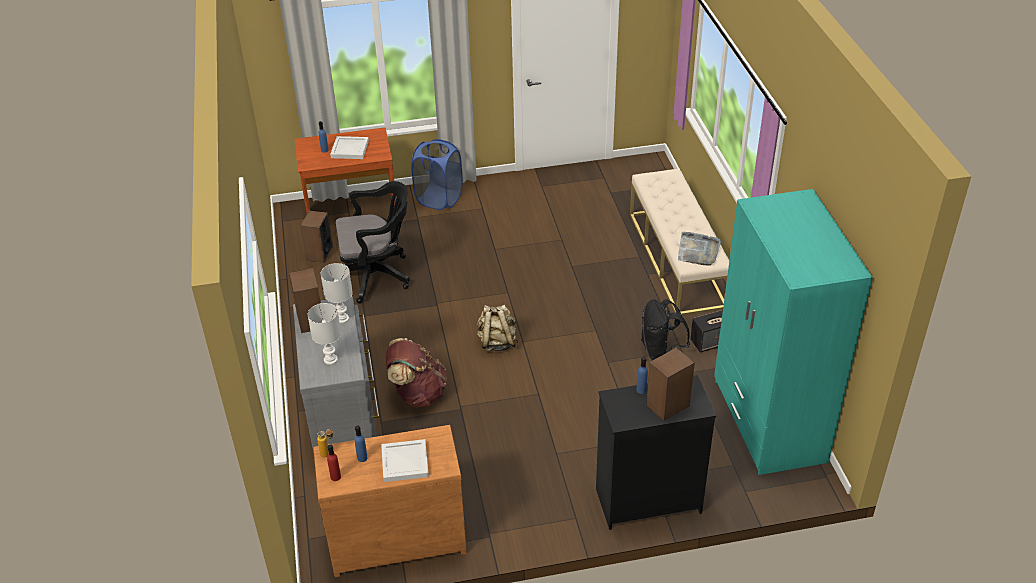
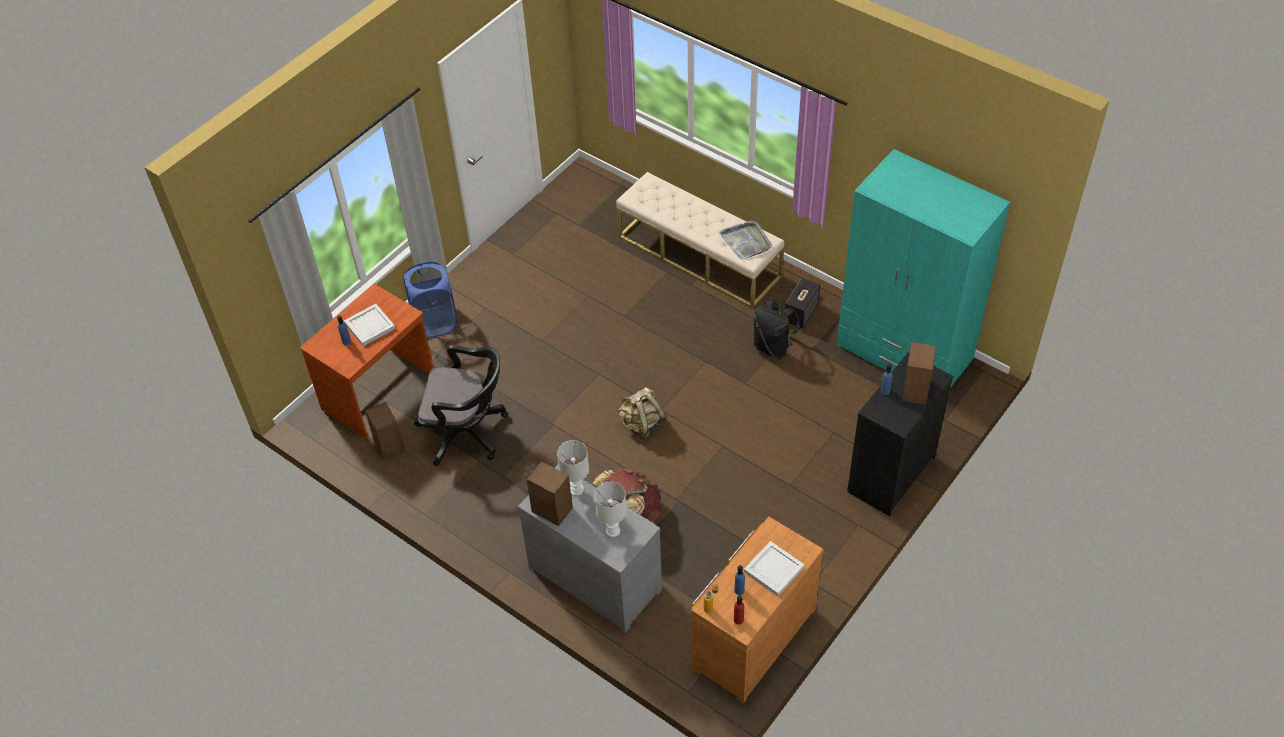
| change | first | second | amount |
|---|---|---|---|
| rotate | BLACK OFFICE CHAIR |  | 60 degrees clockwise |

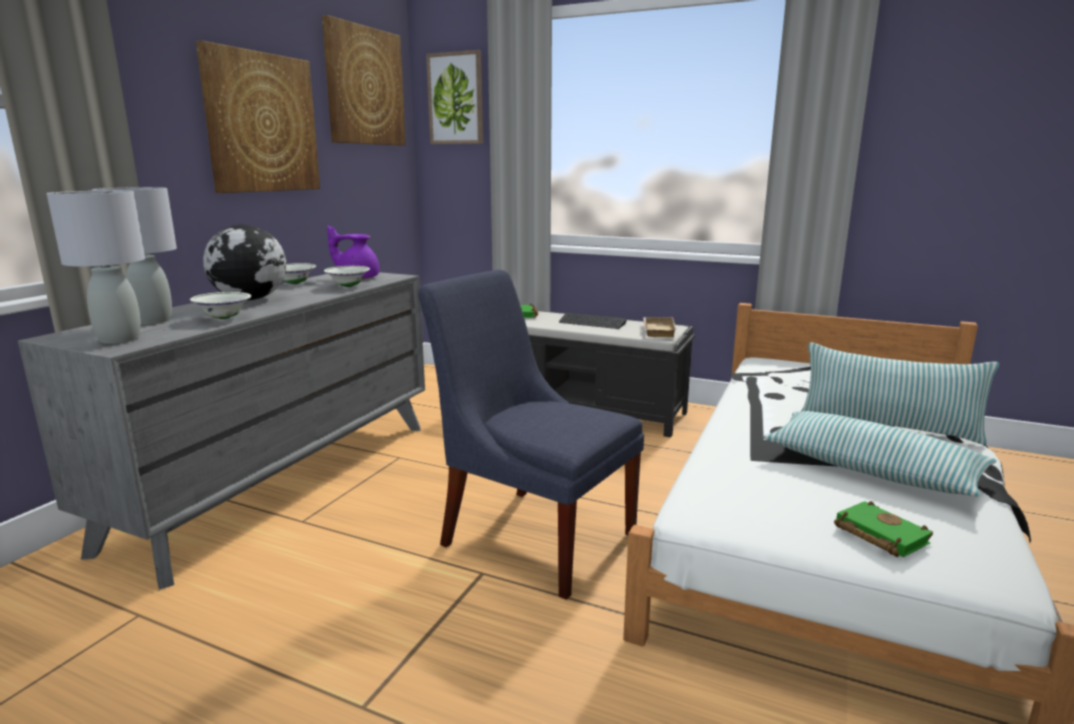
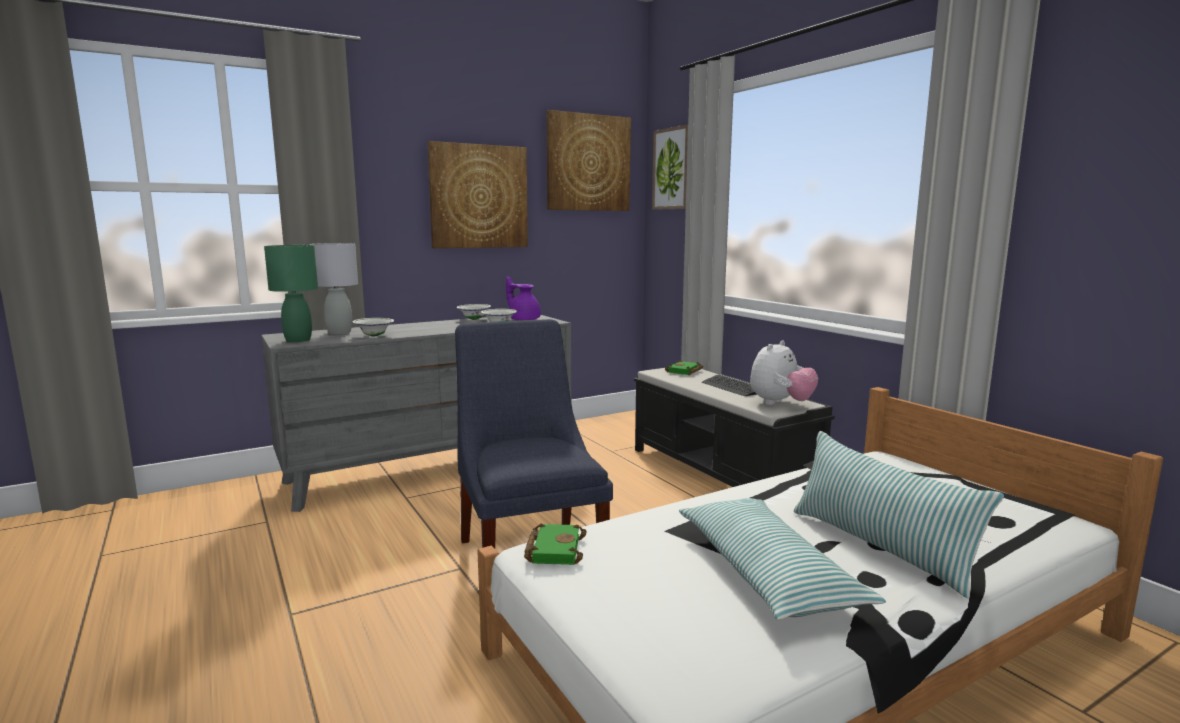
| change | first | second | amount |
|---|---|---|---|
| recolor | GRAY TABLETOP LAMP (1st from left) | GREEN-COLOURED TABLETOP LAMP |  |
| delete | WORLD GLOBE |  |  |
| replace | BEIGE-COLOURED SERVING TRAY | CUDDLY TOY |  |
| move | GREEN-COLOURED BOOK (2nd from left in the first image) | GREEN-COLOURED BOOK (1st from left) |  |

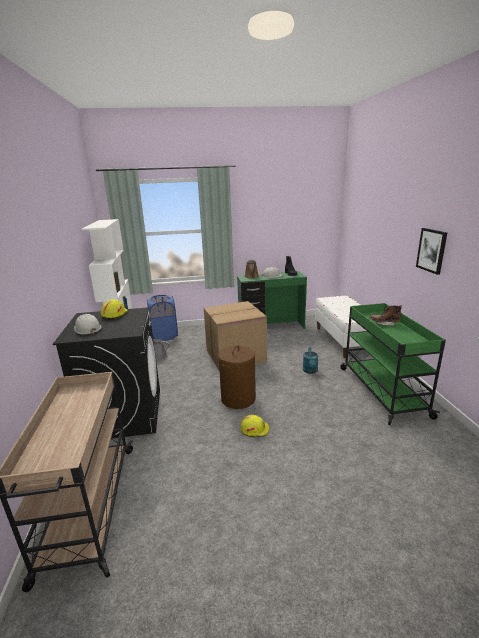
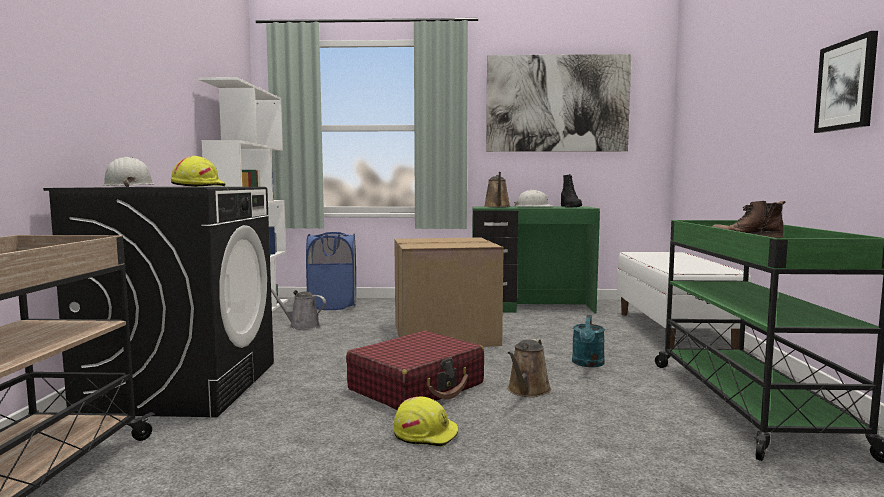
| change | first | second | amount |
|---|---|---|---|
| replace | BROWN LAUNDRY BASKET | RED-COLOURED TRAVEL CASE |  |
| insert |  | WALL PICTURE (1st from left) |  |
| insert |  | BROWN WATERING CAN (2nd from left) |  |

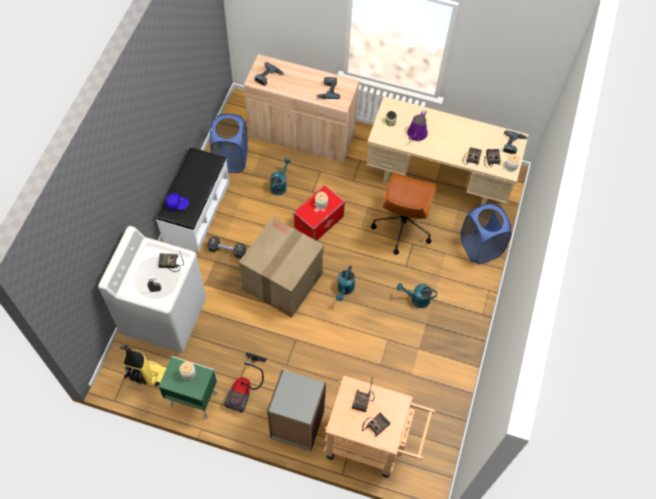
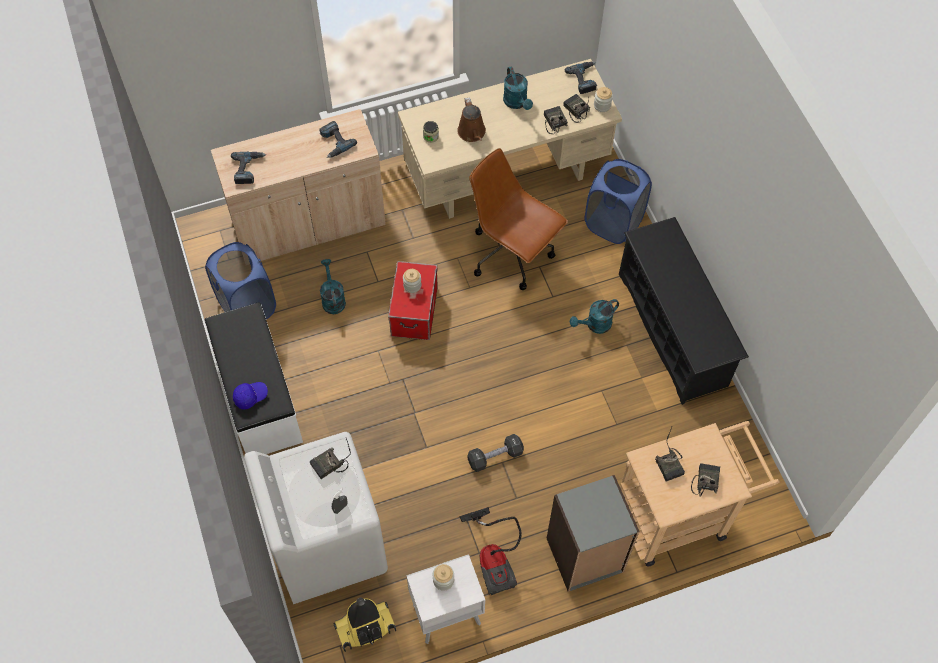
| change | first | second | amount |
|---|---|---|---|
| recolor | PURPLE-COLOURED WATERING CAN | BROWN WATERING CAN |  |
| rotate | BROWN OFFICE CHAIR |  | 150 degrees clockwise |
| delete | CARTON |  |  |
| move | BLACK DUMBBELL |  |  |
| move | TURQUOISE WATERING CAN (2nd from left) |  |  |
| recolor | GREEN-COLOURED NIGHTSTAND | WHITE NIGHTSTAND |  |
| insert |  | BLACK SHOE STAND |  |

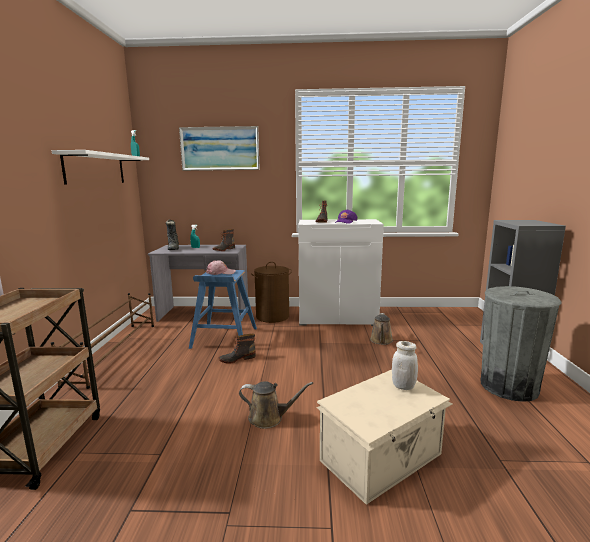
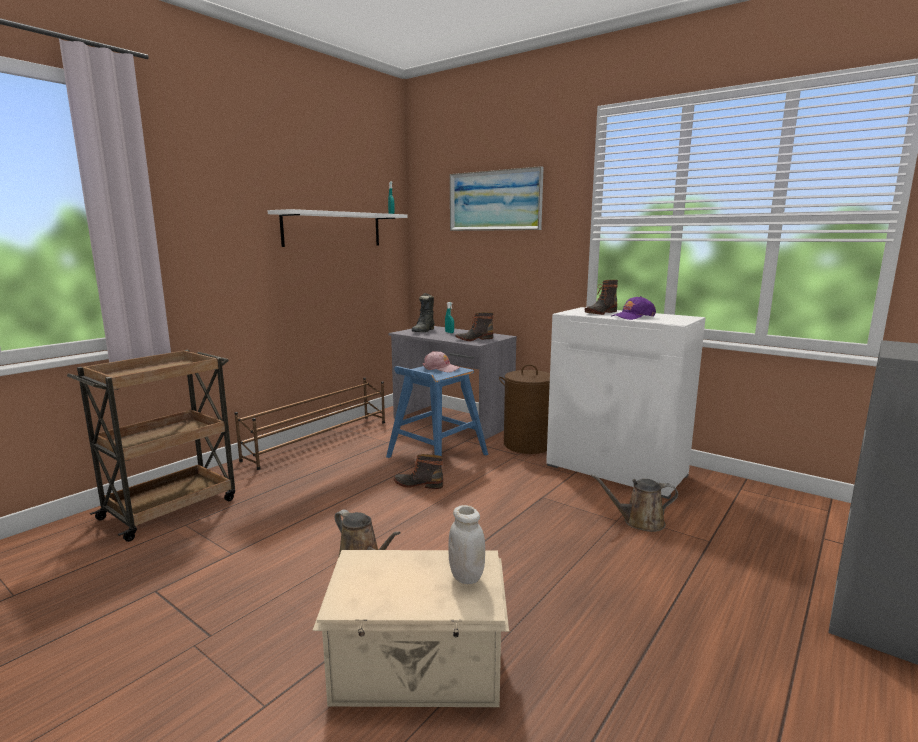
| change | first | second | amount |
|---|---|---|---|
| delete | GRAY TRASH CAN |  |  |
| rotate | BROWN WATERING CAN (2nd from left) |  | 45 degrees clockwise |

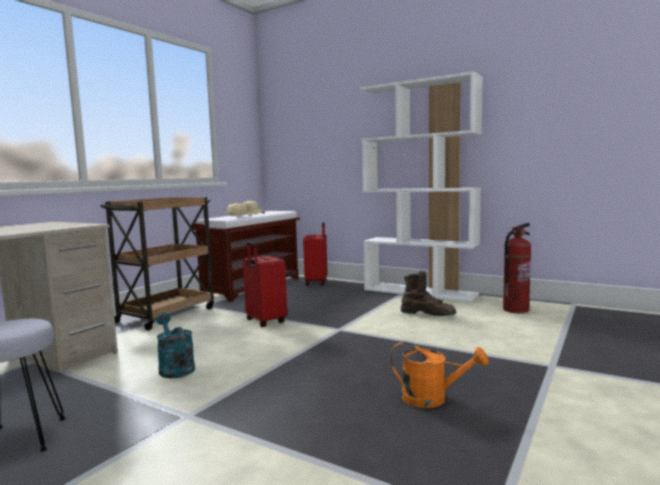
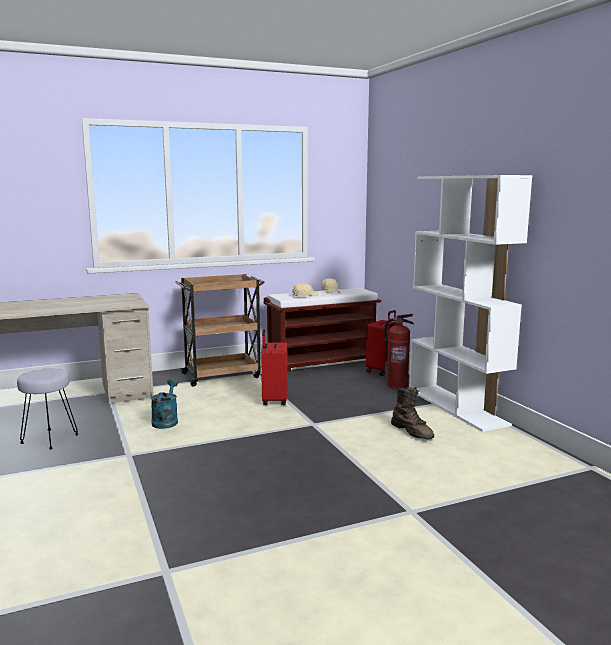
| change | first | second | amount |
|---|---|---|---|
| move | FIRE-FIGHTING CYLINDER |  |  |
| delete | ORANGEY WATERING CAN |  |  |

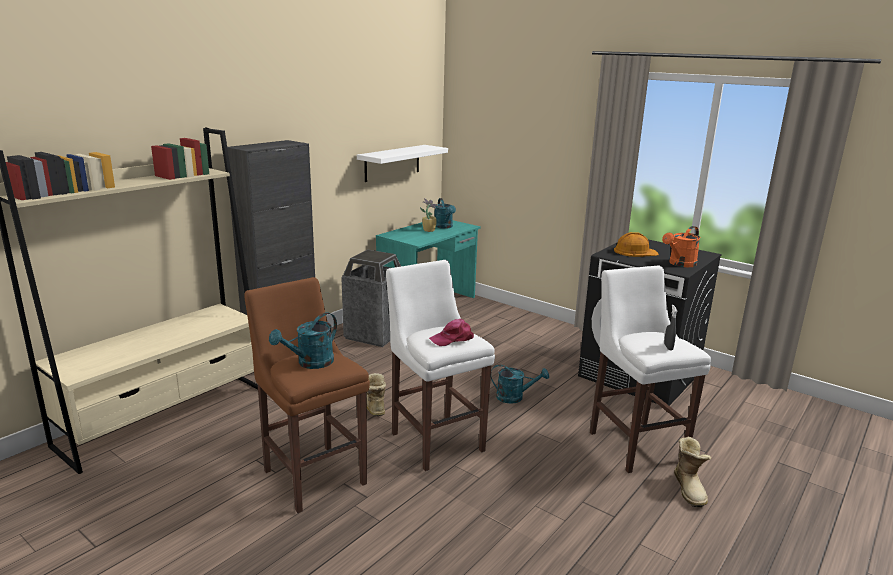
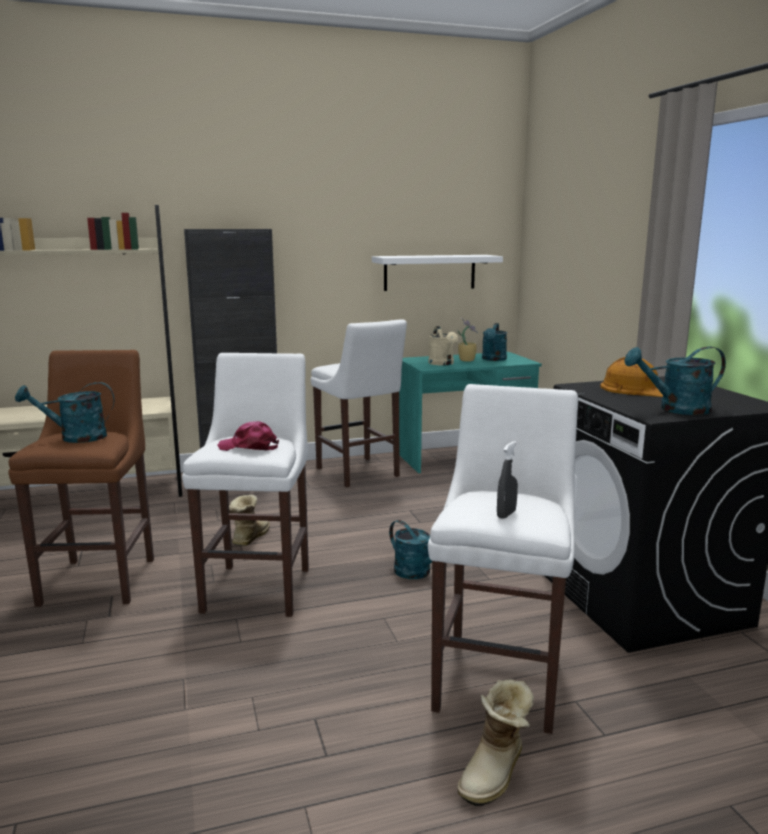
| change | first | second | amount |
|---|---|---|---|
| recolor | ORANGEY WATERING CAN | TURQUOISE WATERING CAN (4th from left) |  |
| replace | TRASH CAN | WHITE STOOL (2nd from left) |  |
| insert |  | BEIGE-COLOURED WATERING CAN |  |

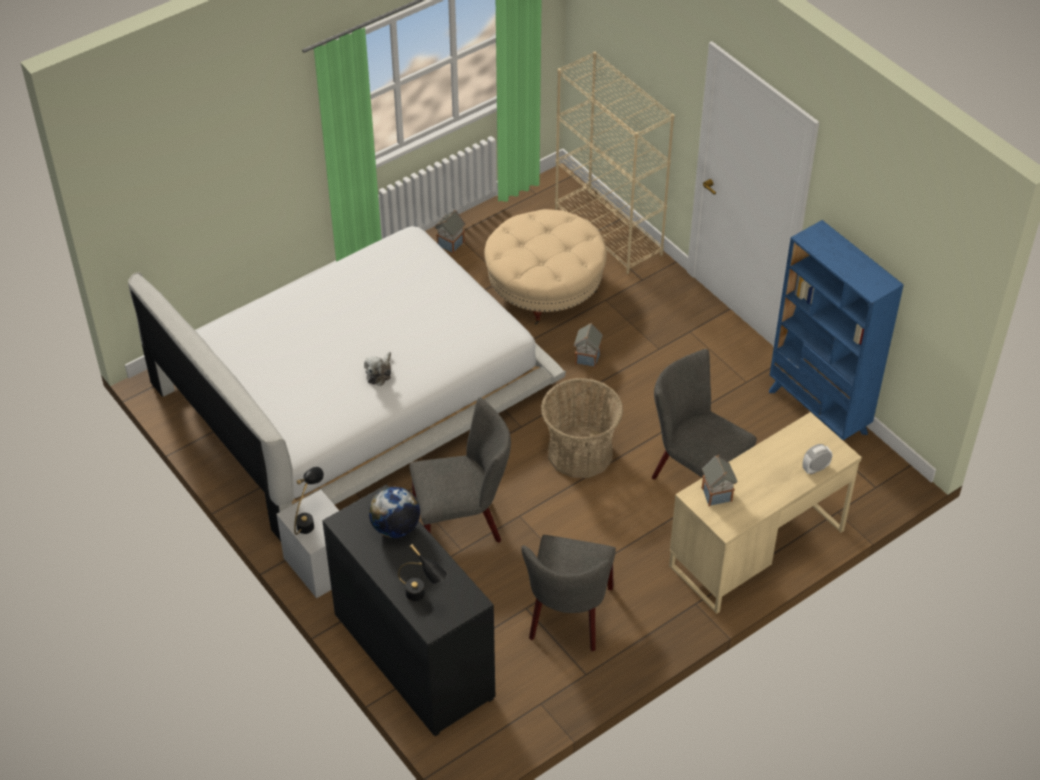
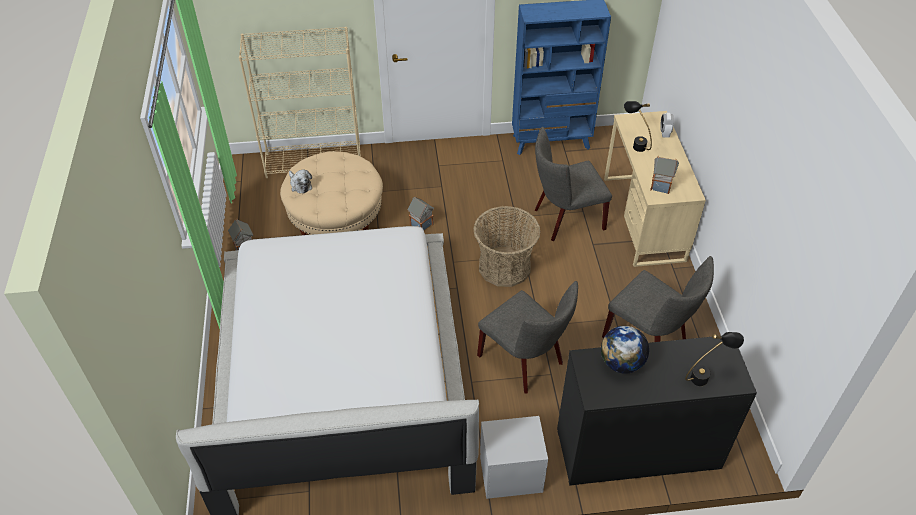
| change | first | second | amount |
|---|---|---|---|
| move | CUDDLY TOY |  |  |
| rotate | GRAY PLAIN CHAIR (1st from left) |  | 120 degrees clockwise |
| move | BLACK TABLETOP LAMP (1st from left) |  |  |

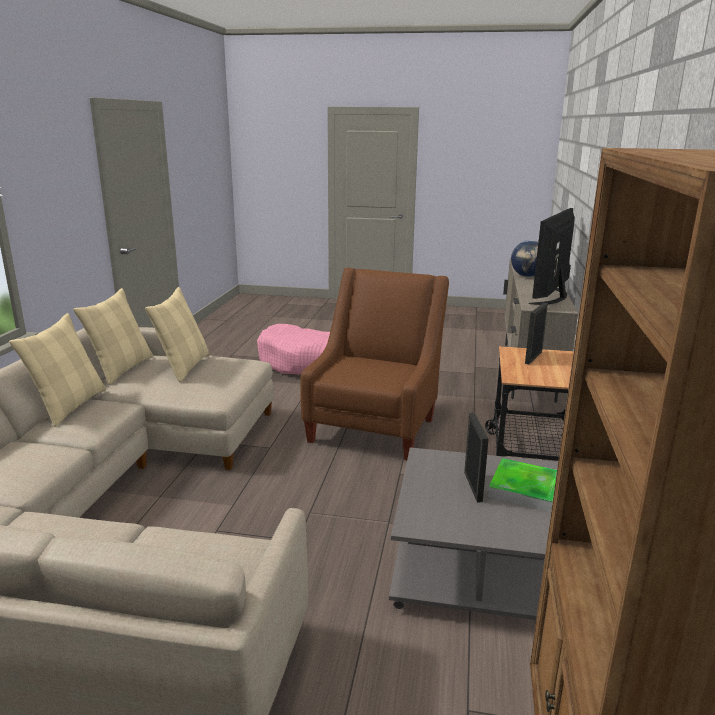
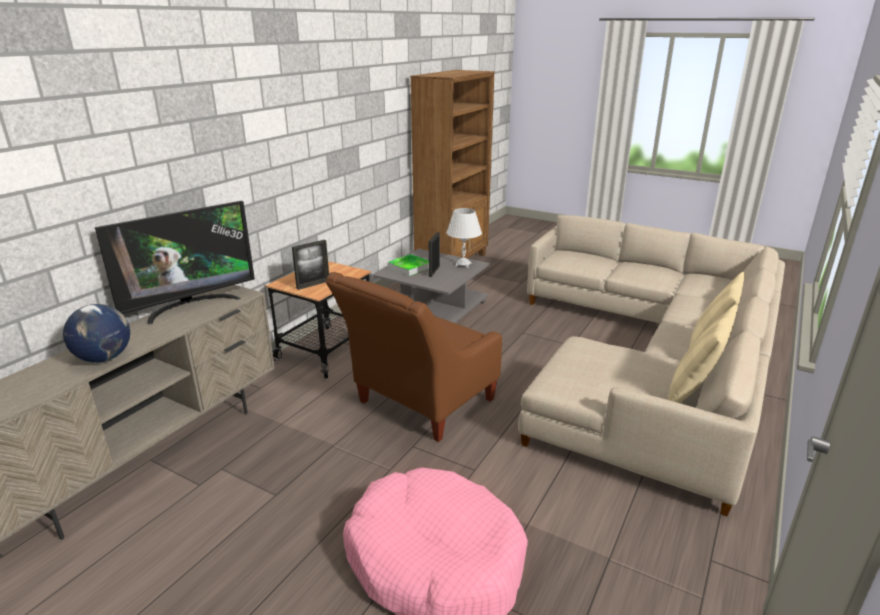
| change | first | second | amount |
|---|---|---|---|
| delete | BEIGE-COLOURED PILLOW (3rd from left) |  |  |
| insert |  | WHITE TABLETOP LAMP |  |

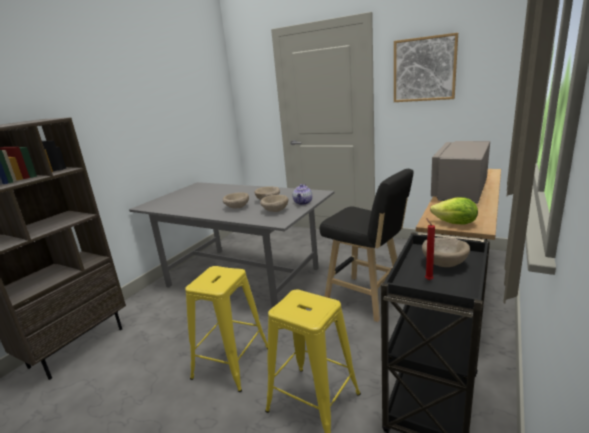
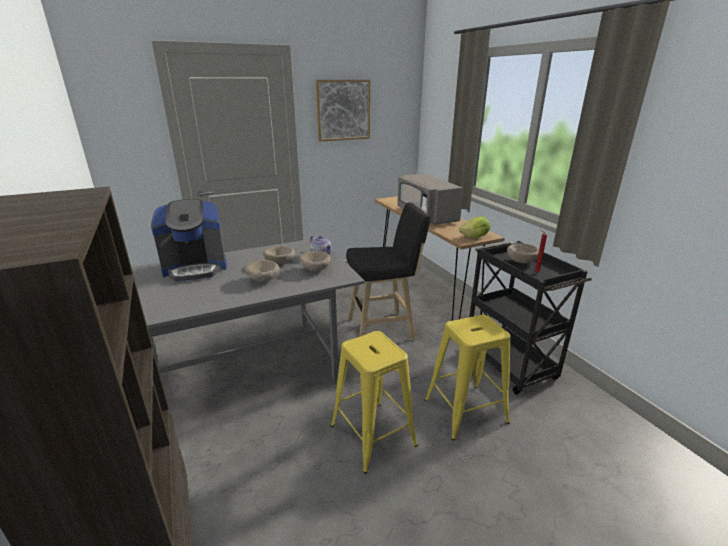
| change | first | second | amount |
|---|---|---|---|
| insert |  | COFFEE BREWER |  |

